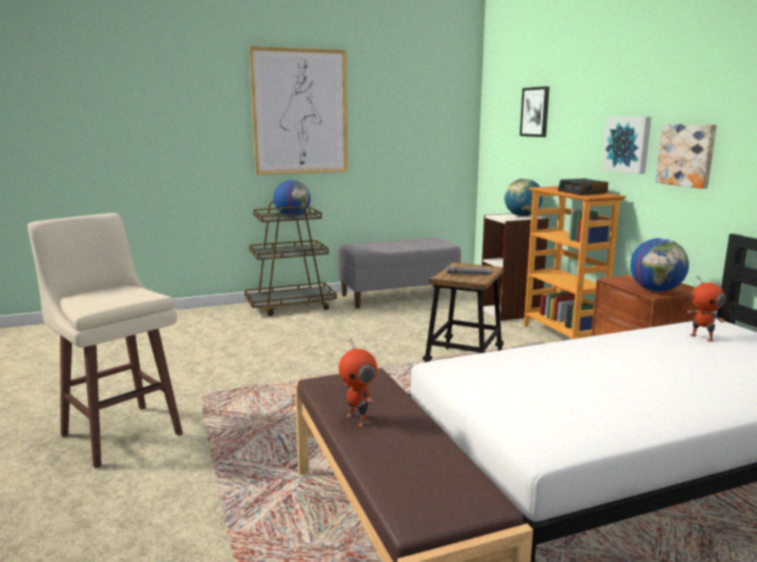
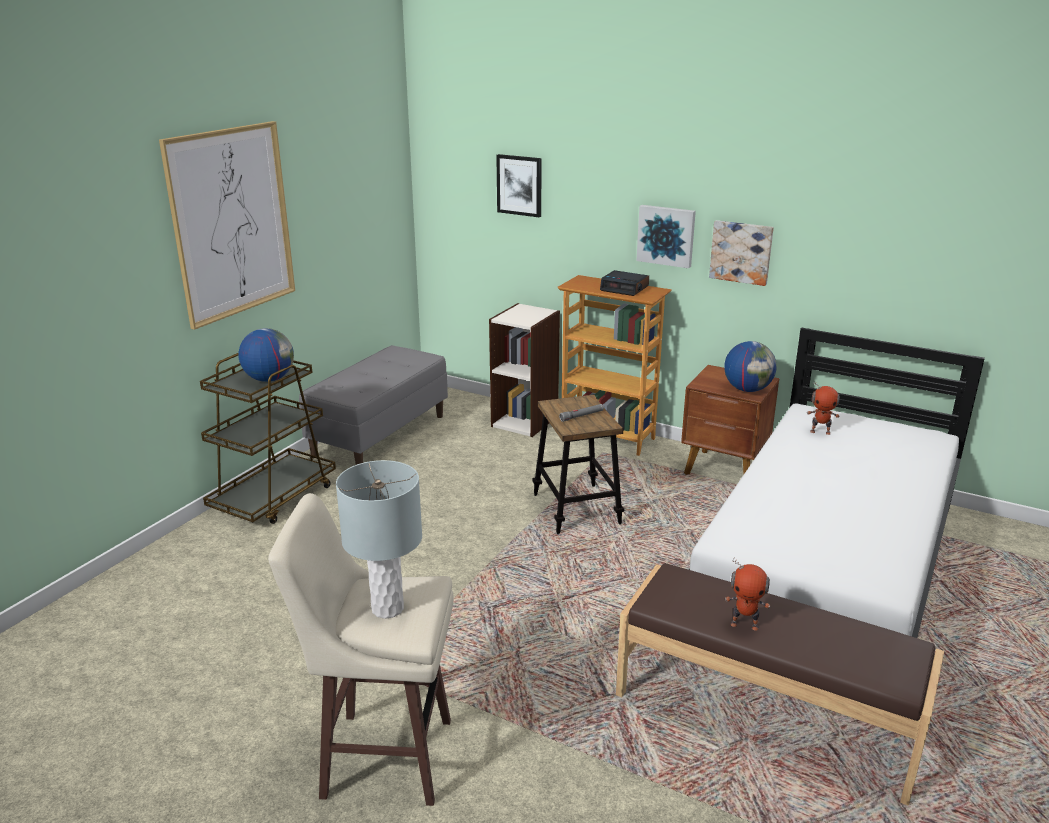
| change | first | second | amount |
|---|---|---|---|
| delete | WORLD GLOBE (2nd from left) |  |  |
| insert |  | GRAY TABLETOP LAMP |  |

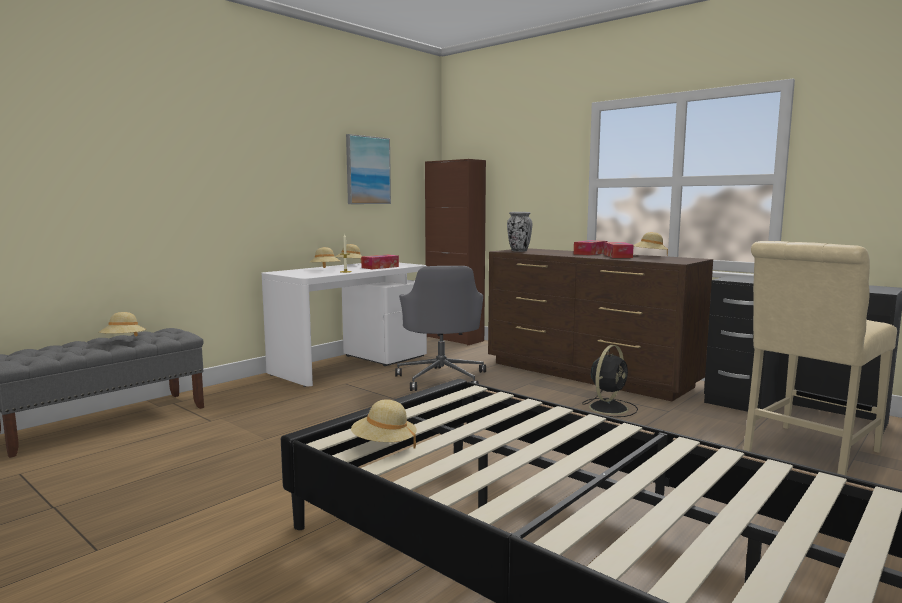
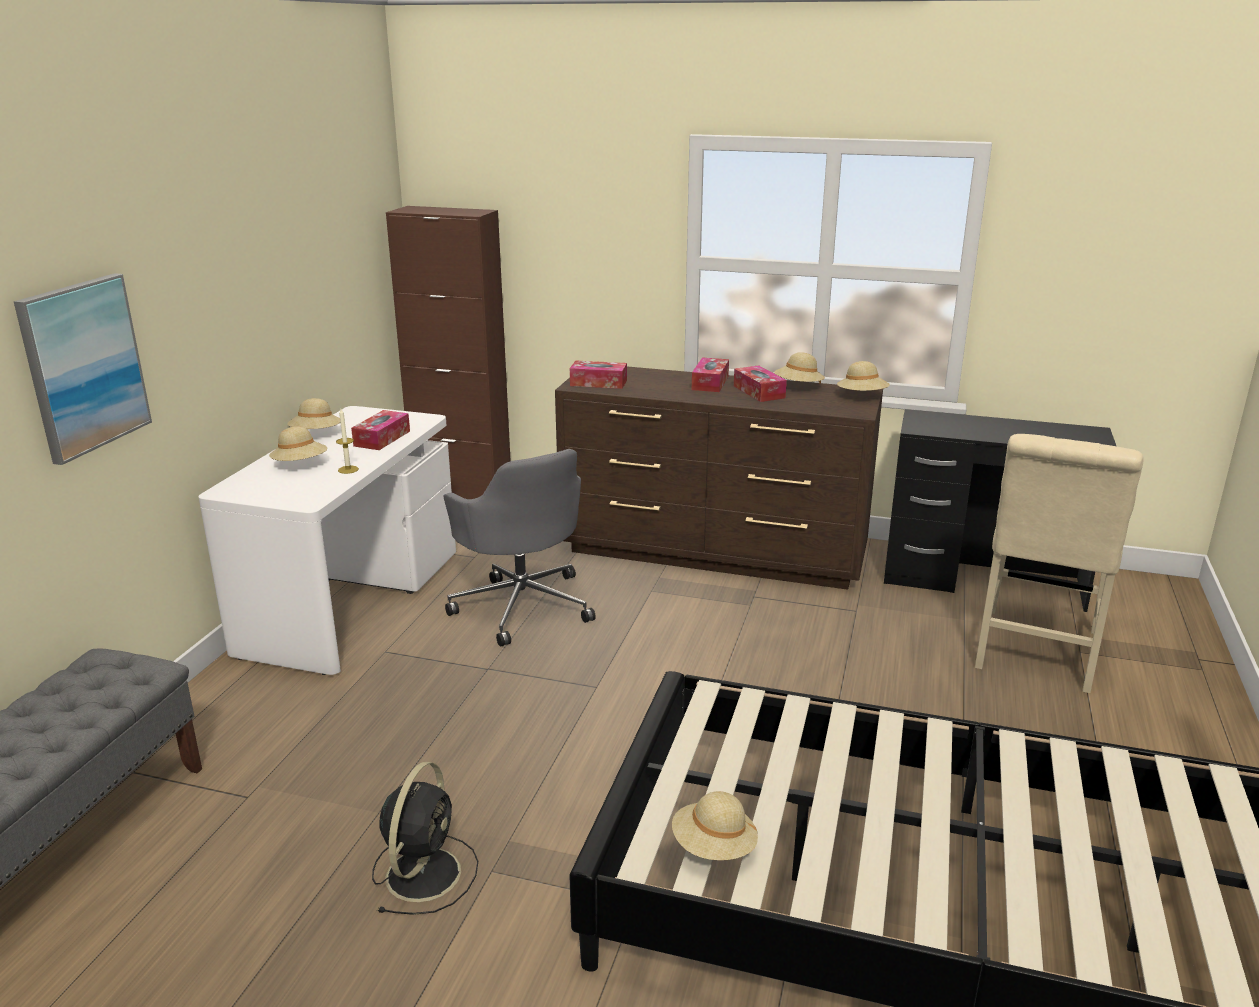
| change | first | second | amount |
|---|---|---|---|
| move | WALL PICTURE |  |  |
| replace | VASE | TISSUE HOLDER (2nd from left) |  |
| move | BEIGE-COLOURED CLOTHING HAT (1st from left in the first image) | BEIGE-COLOURED CLOTHING HAT (5th from left) |  |
| move | BLACK ELECTRIC FAN |  |  |

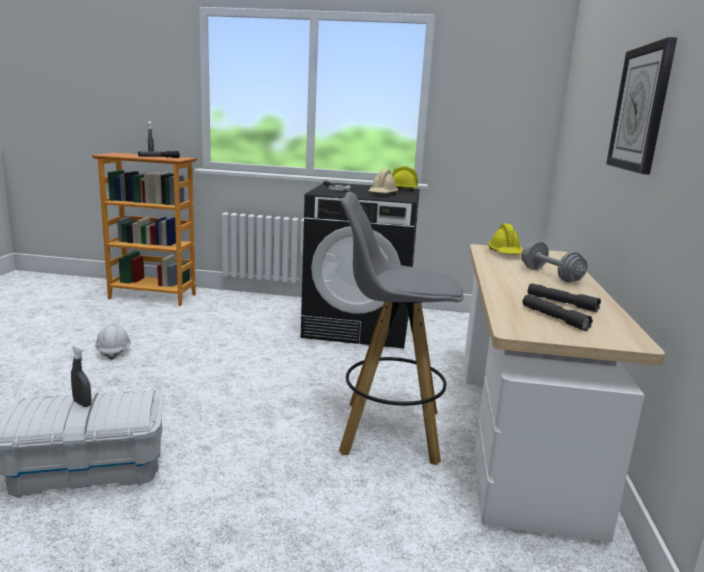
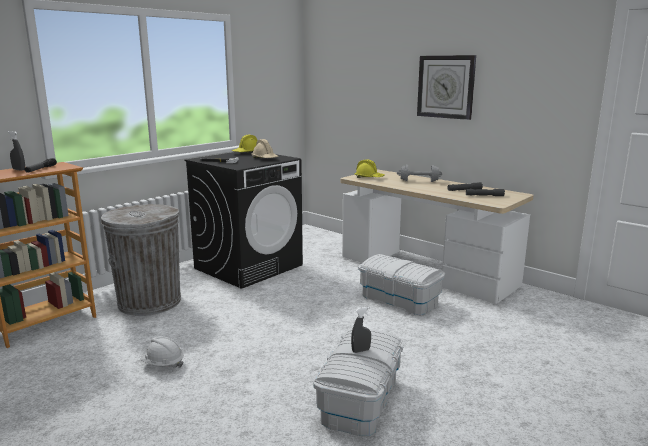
| change | first | second | amount |
|---|---|---|---|
| replace | GRAY STOOL | WHITE STORAGE CONTAINER (2nd from left) |  |
| insert |  | GRAY TRASH CAN |  |

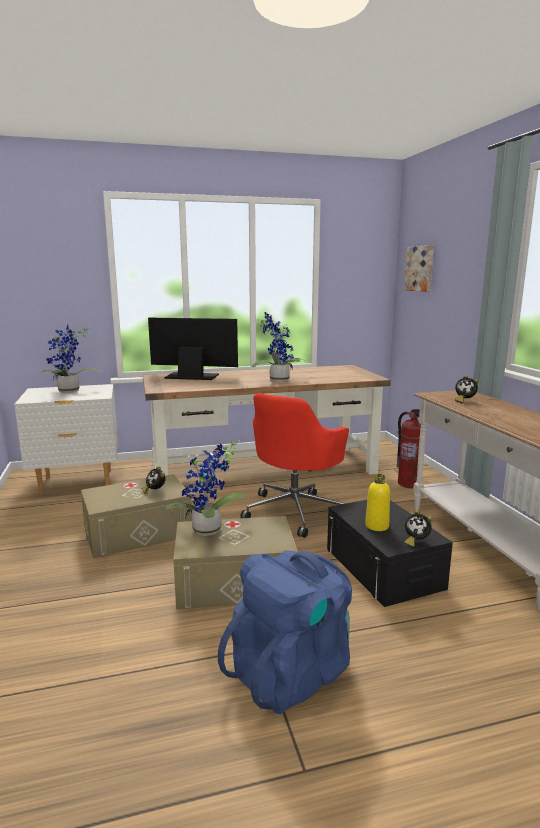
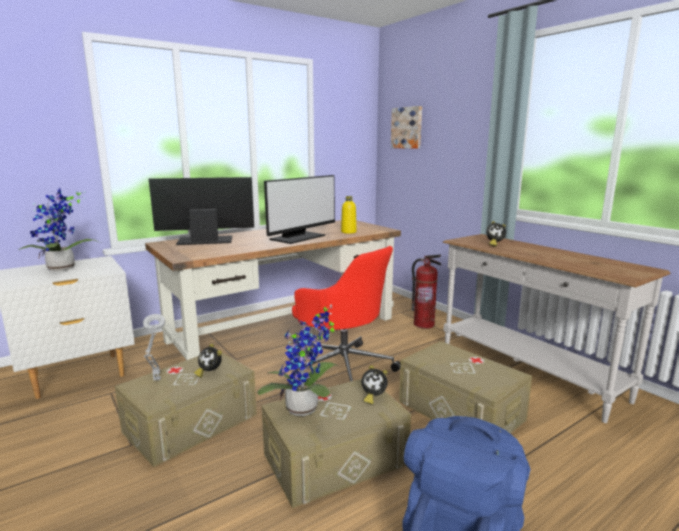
| change | first | second | amount |
|---|---|---|---|
| replace | HOUSEPLANT (3rd from left) | COMPUTER SCREEN (2nd from left) |  |
| rotate | RED-COLOURED OFFICE CHAIR |  | 60 degrees counterclockwise |
| move | YELLOWISH DRINK BOTTLE |  |  |
| recolor | BLACK STORAGE CONTAINER | BEIGE-COLOURED STORAGE CONTAINER (3rd from left) |  |
| move | TABLE CLOCK (2nd from left) |  |  |
| insert |  | GRAY TABLETOP LAMP |  |

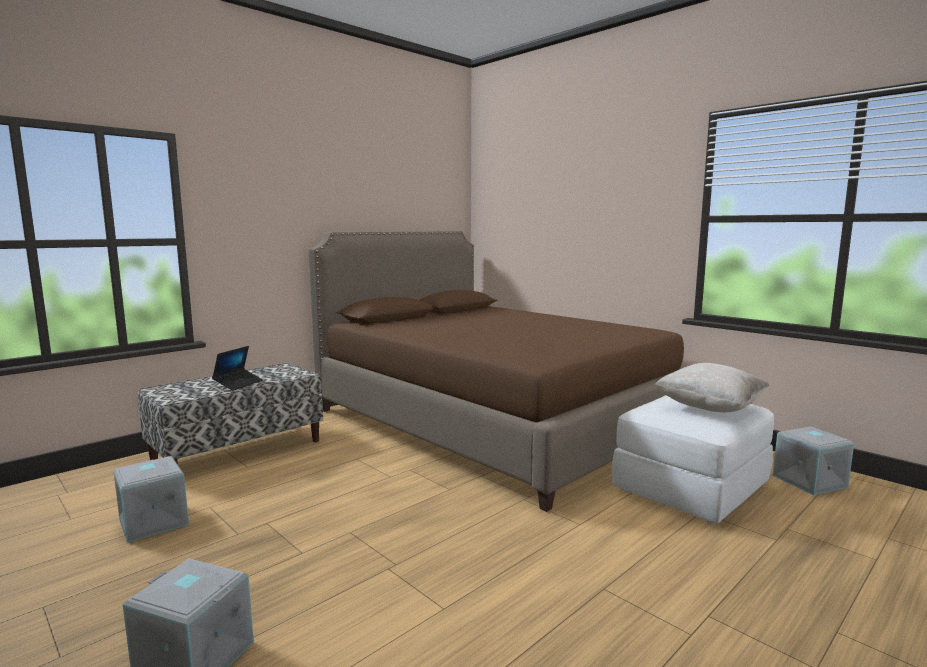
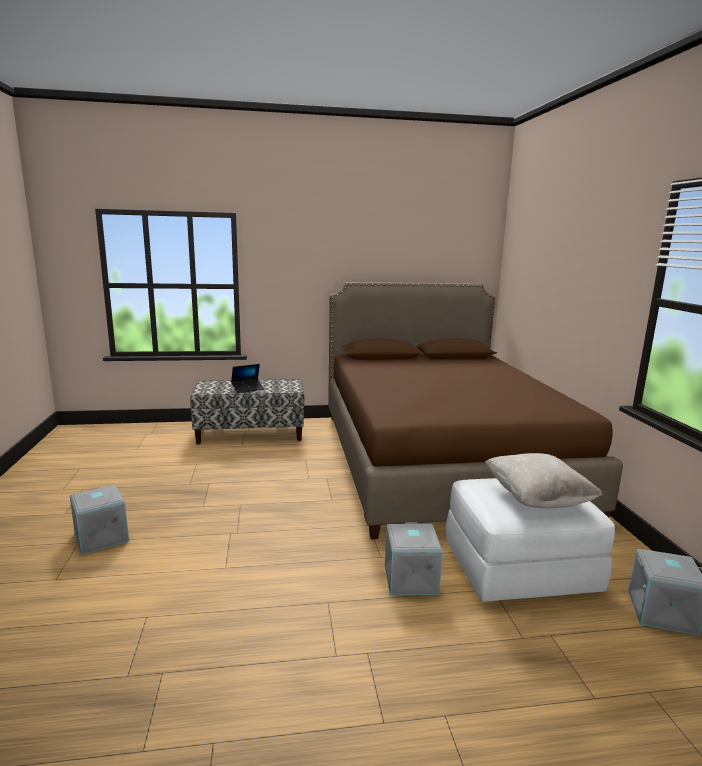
| change | first | second | amount |
|---|---|---|---|
| move | GRAY STORAGE CONTAINER (1st from left in the first image) | GRAY STORAGE CONTAINER (2nd from left) |  |

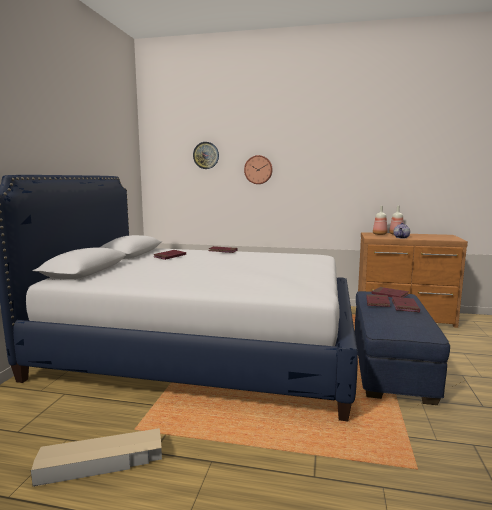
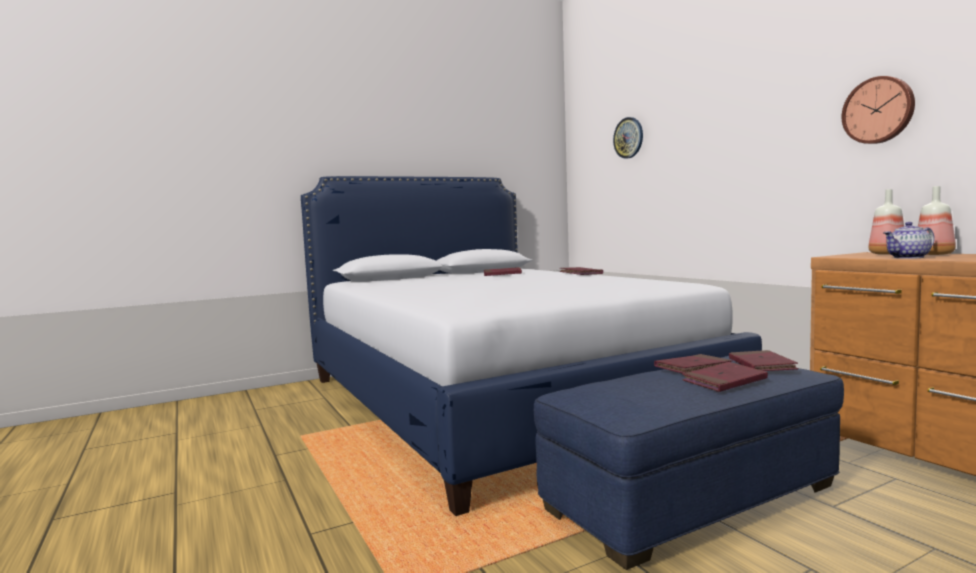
| change | first | second | amount |
|---|---|---|---|
| move | CLOCK ON THE WALL (2nd from left) |  |  |
| delete | BEIGE-COLOURED STORAGE CONTAINER |  |  |

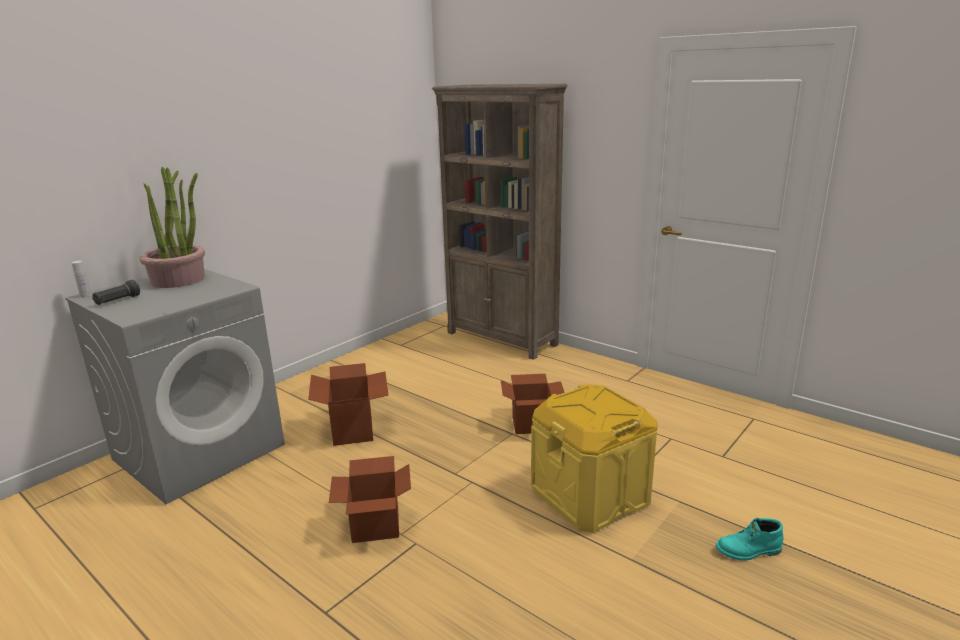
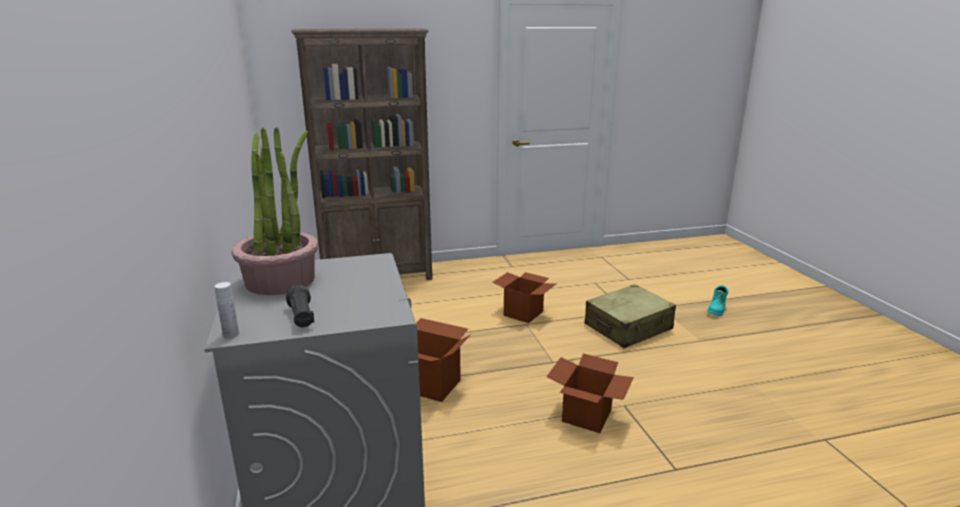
| change | first | second | amount |
|---|---|---|---|
| replace | YELLOWISH STORAGE CONTAINER | BEIGE-COLOURED TRAVEL CASE |  |

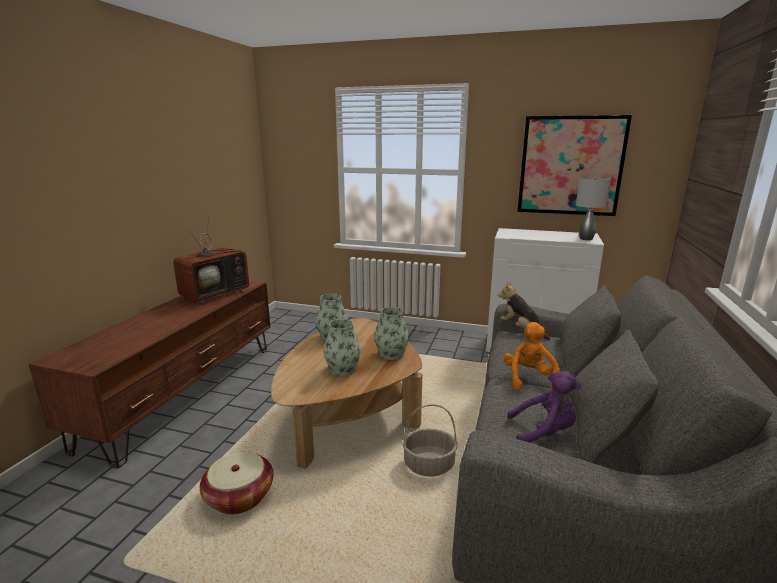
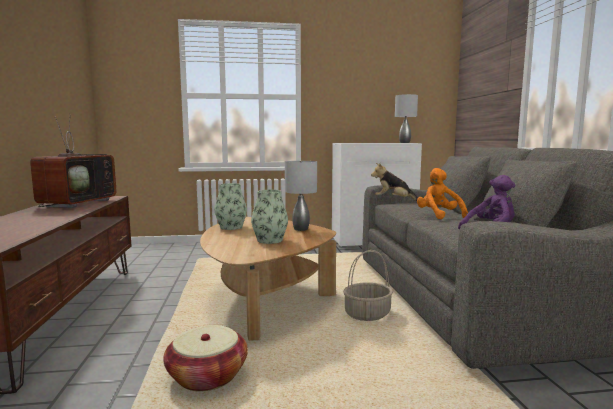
| change | first | second | amount |
|---|---|---|---|
| delete | WALL PICTURE |  |  |
| replace | VASE (3rd from left) | GRAY TABLETOP LAMP (1st from left) |  |

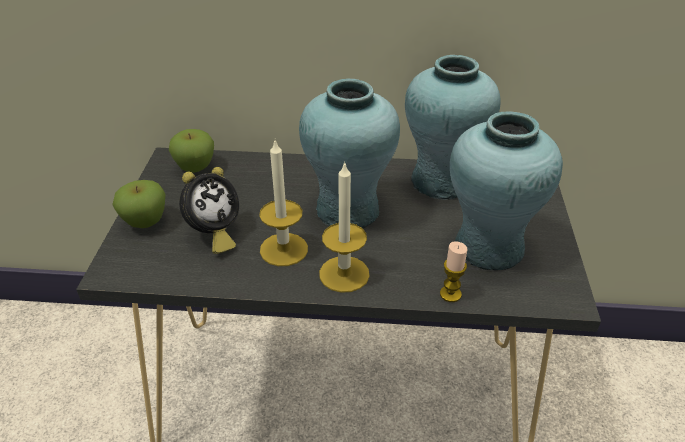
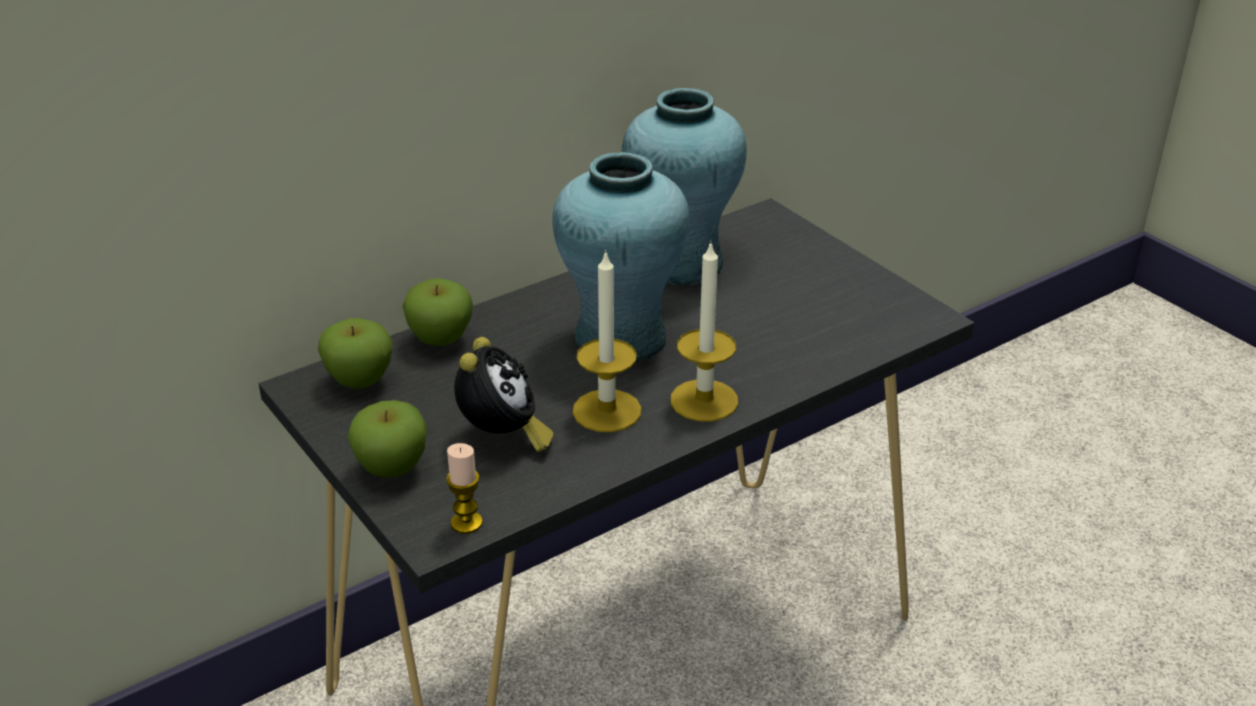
| change | first | second | amount |
|---|---|---|---|
| delete | TURQUOISE VASE (3rd from left) |  |  |
| move | WAX CANDLE (3rd from left in the first image) | WAX CANDLE (1st from left) |  |
| insert |  | WHOLE APPLE (3rd from left) |  |

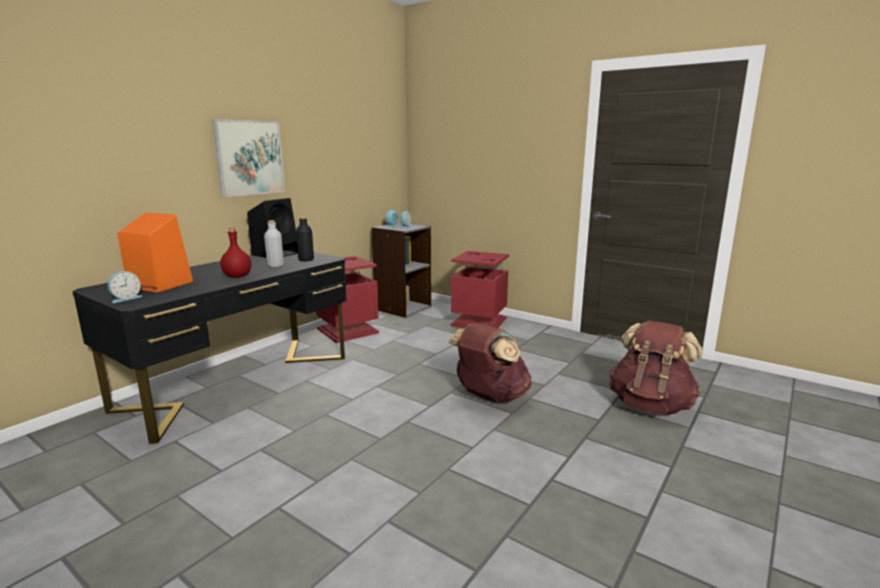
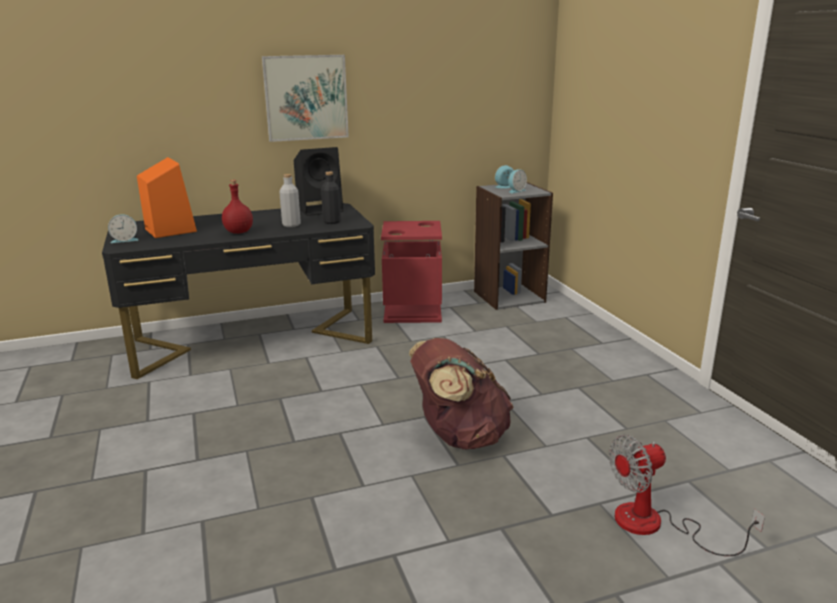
| change | first | second | amount |
|---|---|---|---|
| delete | RED-COLOURED TRASH CAN (2nd from left) |  |  |
| replace | BROWN RUCKSACK (2nd from left) | ELECTRIC FAN |  |

